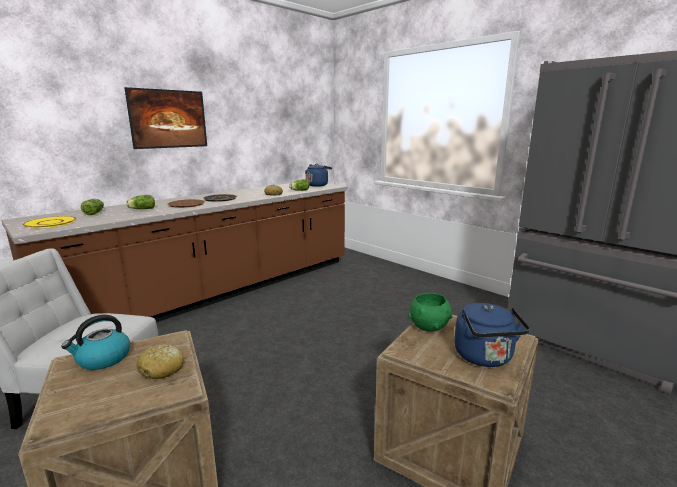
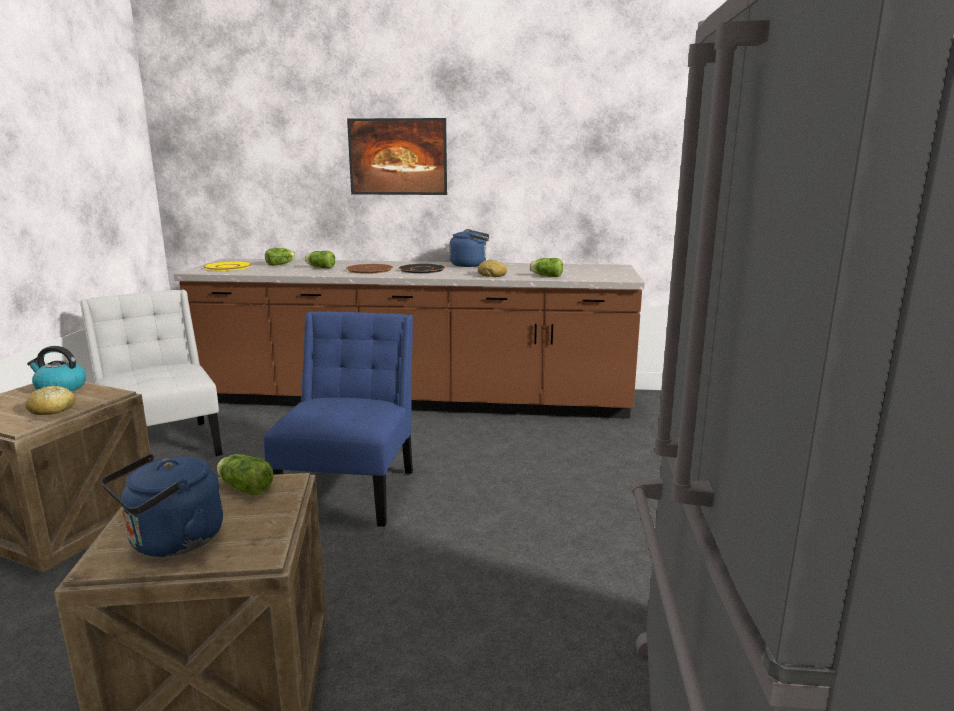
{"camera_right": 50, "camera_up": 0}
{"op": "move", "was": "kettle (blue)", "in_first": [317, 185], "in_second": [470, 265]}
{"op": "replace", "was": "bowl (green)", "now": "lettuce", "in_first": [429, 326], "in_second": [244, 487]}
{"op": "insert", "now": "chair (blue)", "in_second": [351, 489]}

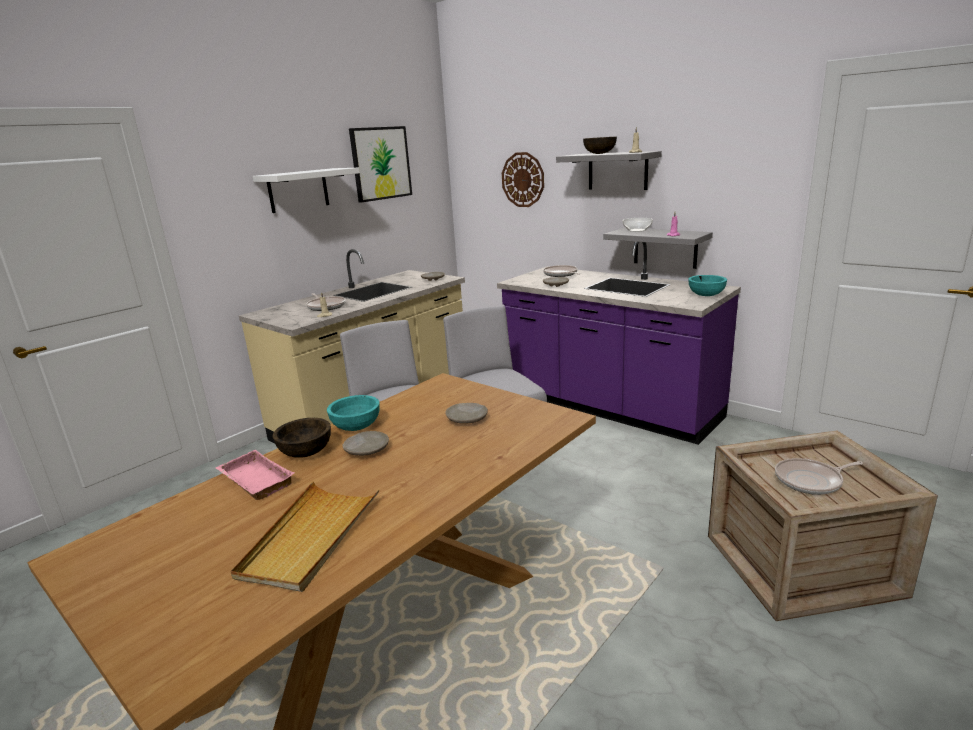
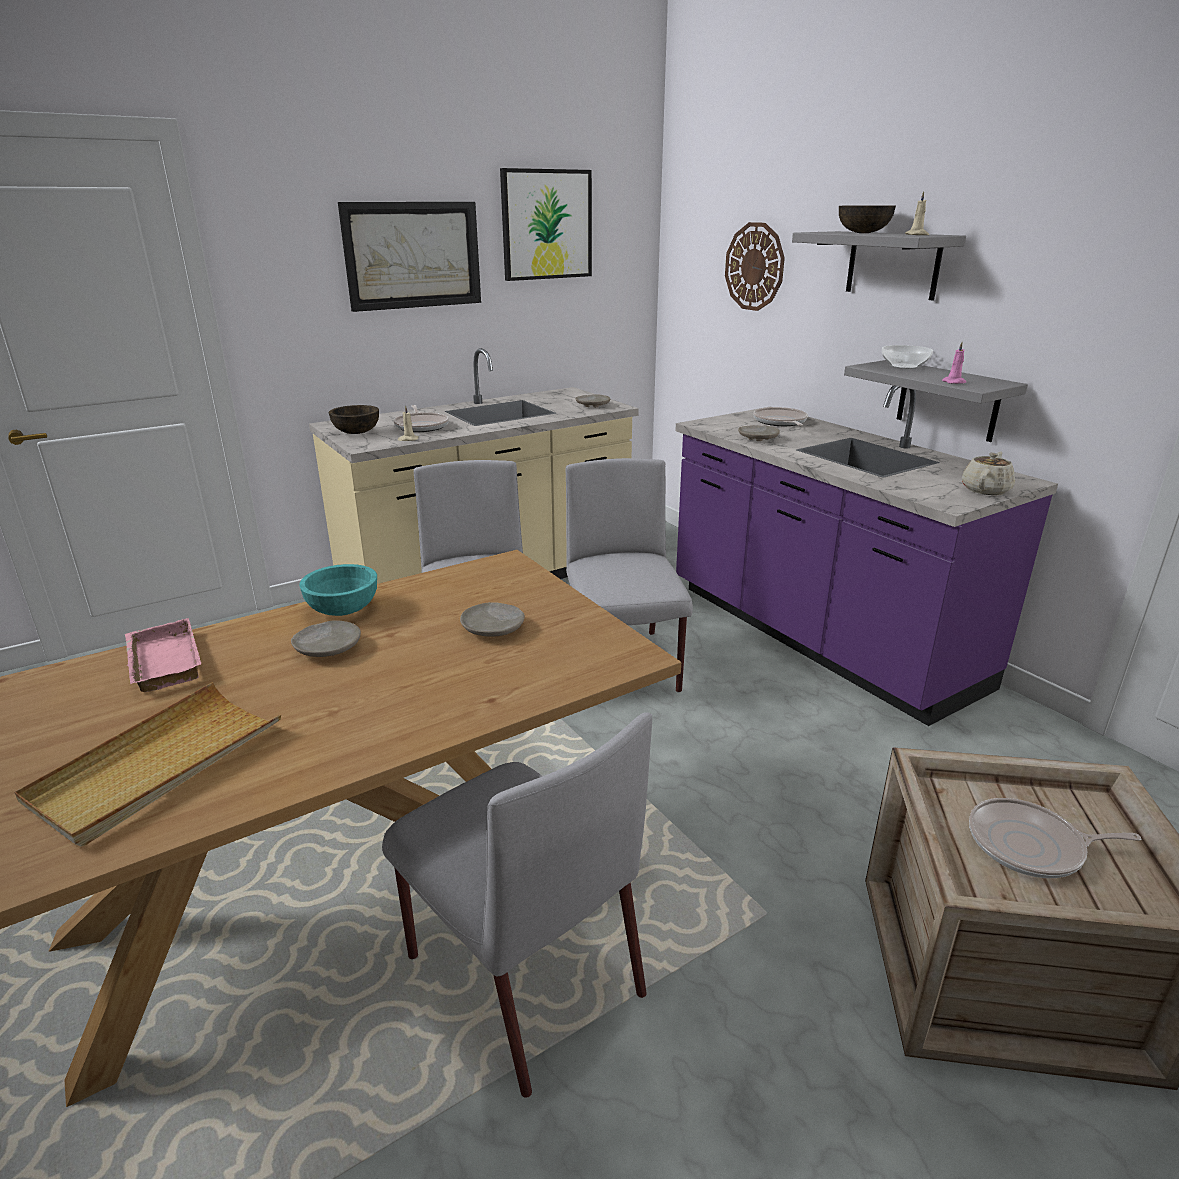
{"camera_right": 15, "camera_up": 5}
{"op": "replace", "was": "shelf (white)", "now": "picture", "in_first": [298, 190], "in_second": [413, 255]}
{"op": "replace", "was": "bowl (turquoise)", "now": "teapot (beige)", "in_first": [706, 295], "in_second": [986, 490]}
{"op": "move", "was": "bowl (brown)", "in_first": [306, 452], "in_second": [357, 432]}
{"op": "insert", "now": "chair (grey)", "in_second": [521, 972]}

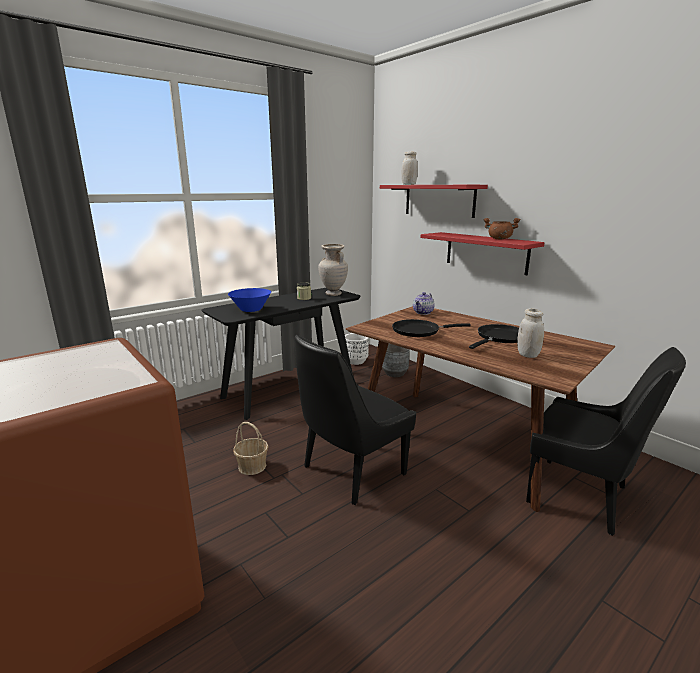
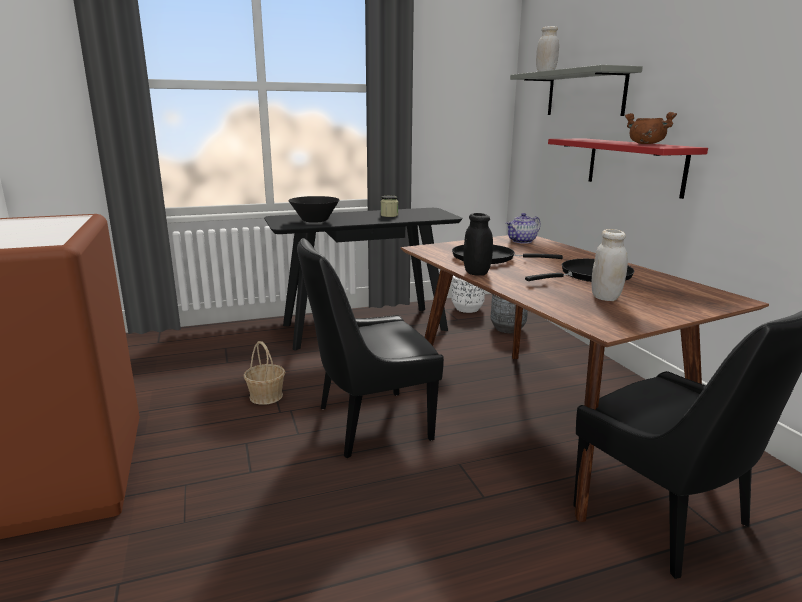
{"camera_right": 20, "camera_up": 0}
{"op": "recolor", "was": "shelf (red)", "now": "shelf (grey)", "in_first": [439, 200], "in_second": [585, 93]}
{"op": "delete", "was": "vase (beige)", "in_first": [333, 294]}
{"op": "recolor", "was": "bowl (blue)", "now": "bowl (black)", "in_first": [251, 310], "in_second": [314, 221]}
{"op": "insert", "now": "jar (black)", "in_second": [476, 273]}

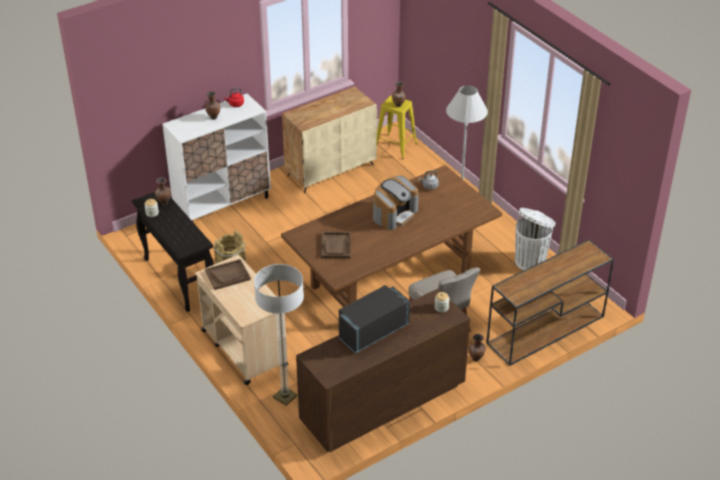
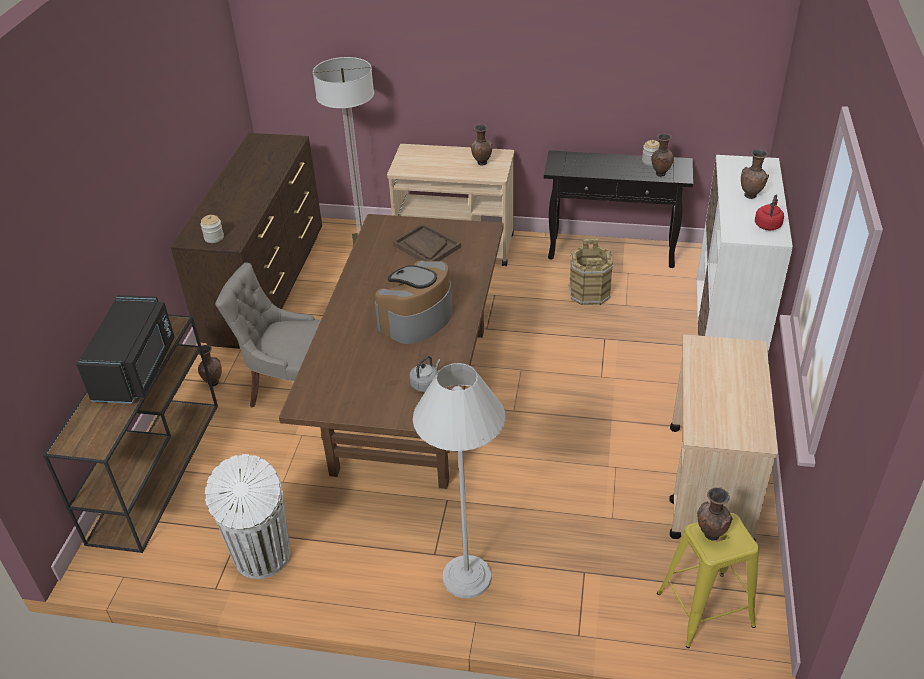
{"camera_right": 135, "camera_up": 0}
{"op": "replace", "was": "cabinet (beige)", "now": "cart (beige)", "in_first": [331, 170], "in_second": [709, 485]}
{"op": "rotate", "was": "coffee machine", "in_first": [394, 214], "in_second": [417, 319], "clockwise": 45}
{"op": "replace", "was": "tray (brown)", "now": "vase (brown)", "in_first": [228, 275], "in_second": [481, 163]}
{"op": "move", "was": "microwave (black)", "in_first": [372, 330], "in_second": [137, 369]}

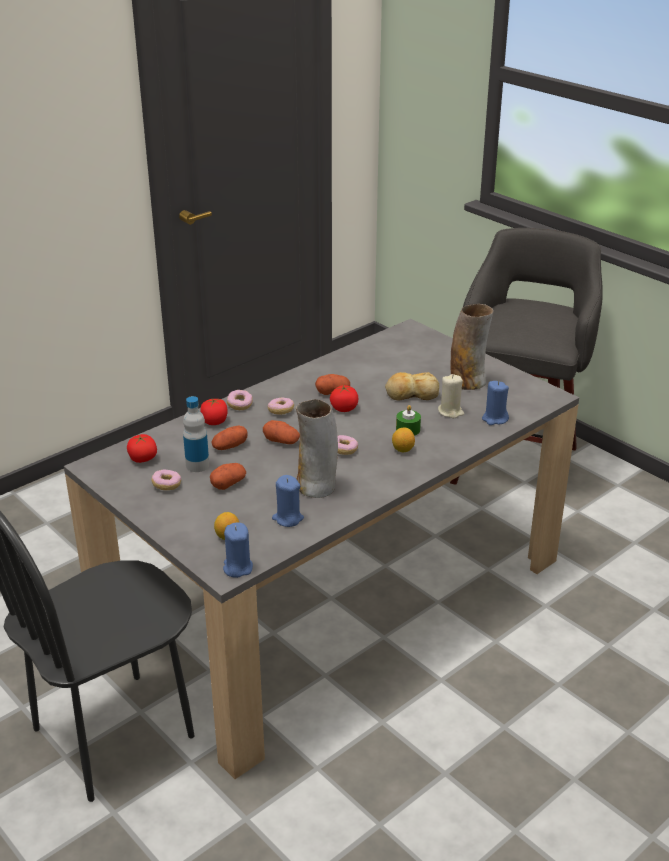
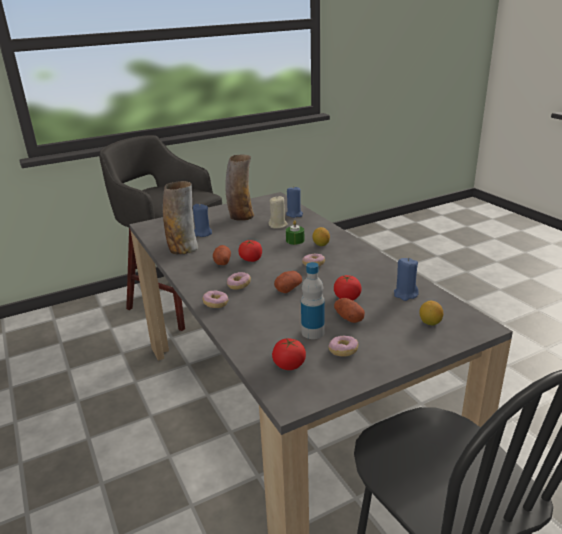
{"camera_right": -75, "camera_up": -5}
{"op": "delete", "was": "bread", "in_first": [411, 394]}
{"op": "move", "was": "tomato", "in_first": [214, 421], "in_second": [347, 297]}
{"op": "move", "was": "vase", "in_first": [317, 486], "in_second": [183, 248]}
{"op": "delete", "was": "potato", "in_first": [230, 446]}
{"op": "move", "was": "candle (blue)", "in_first": [237, 568], "in_second": [202, 233]}

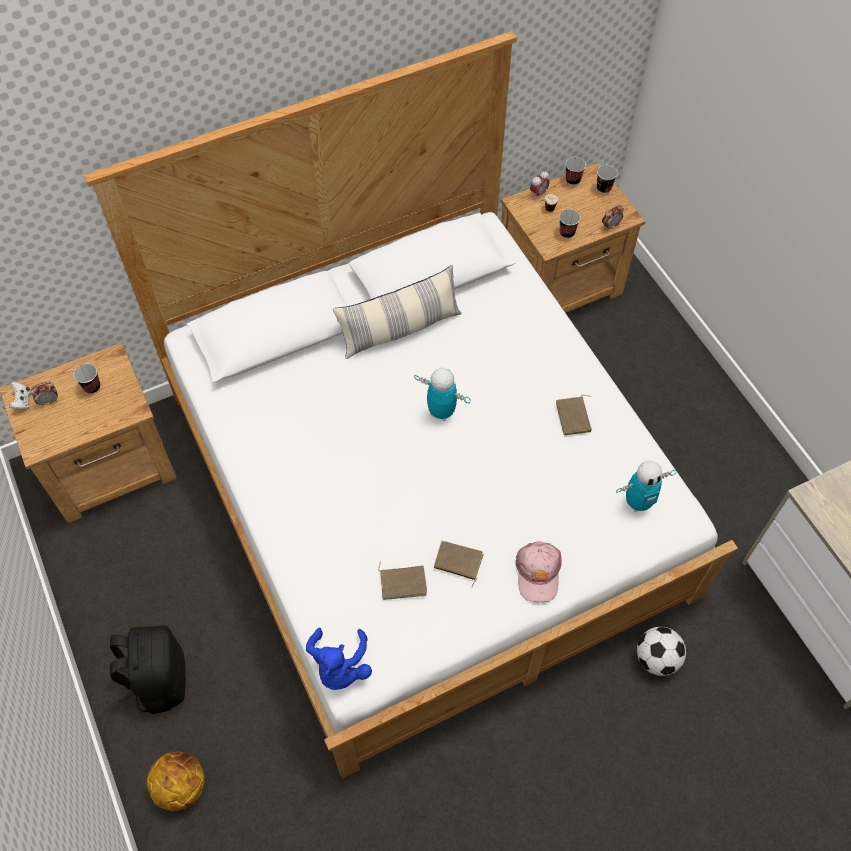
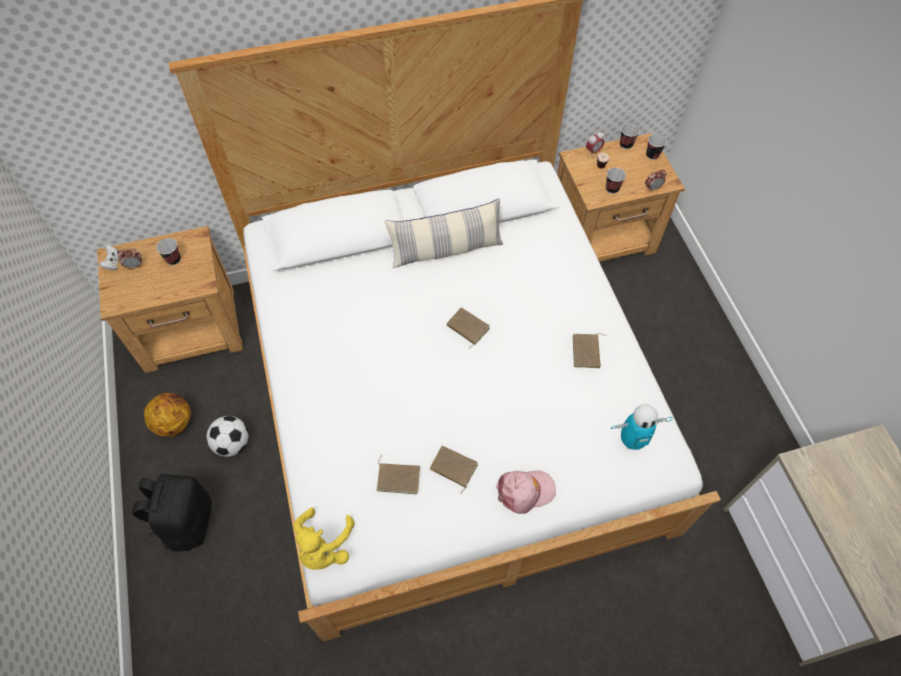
{"camera_right": 10, "camera_up": 0}
{"op": "replace", "was": "toy robot", "now": "book (brown)", "in_first": [441, 412], "in_second": [467, 328]}
{"op": "rotate", "was": "cap (pink)", "in_first": [538, 573], "in_second": [525, 491], "clockwise": -120}
{"op": "move", "was": "football", "in_first": [656, 658], "in_second": [232, 444]}
{"op": "recolor", "was": "plush toy (blue)", "now": "plush toy (yellow)", "in_first": [340, 667], "in_second": [324, 547]}
{"op": "move", "was": "basketball", "in_first": [181, 785], "in_second": [174, 422]}

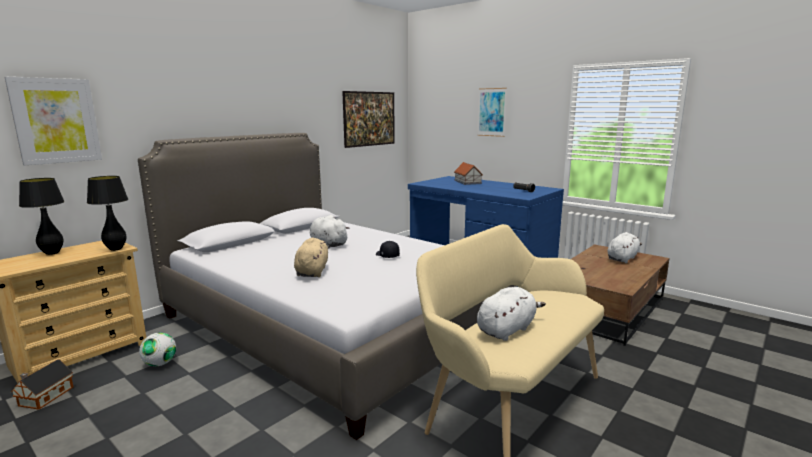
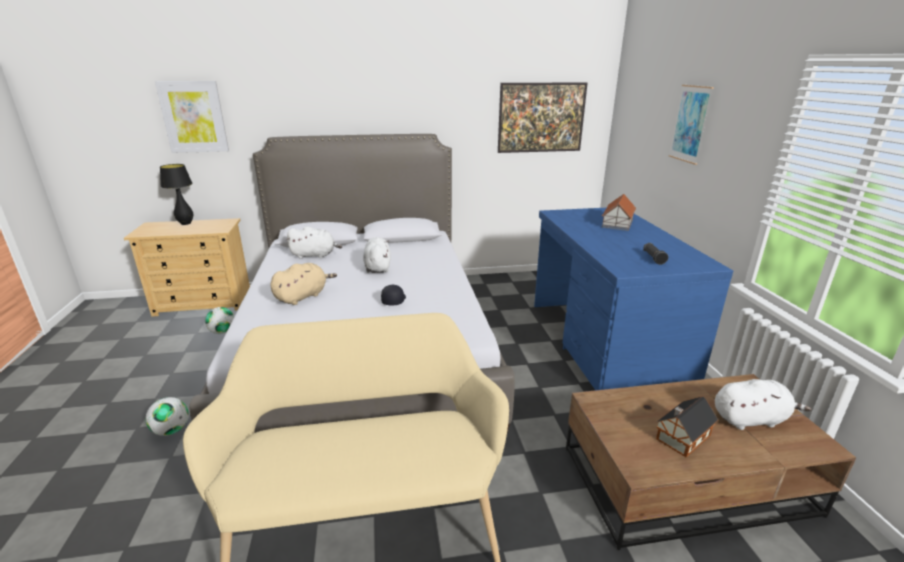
{"camera_right": 40, "camera_up": 10}
{"op": "delete", "was": "table lamp (black)", "in_first": [115, 249]}
{"op": "move", "was": "plush toy (white)", "in_first": [507, 329], "in_second": [315, 255]}
{"op": "move", "was": "toy house", "in_first": [44, 397], "in_second": [681, 438]}
{"op": "insert", "now": "football", "in_second": [171, 430]}

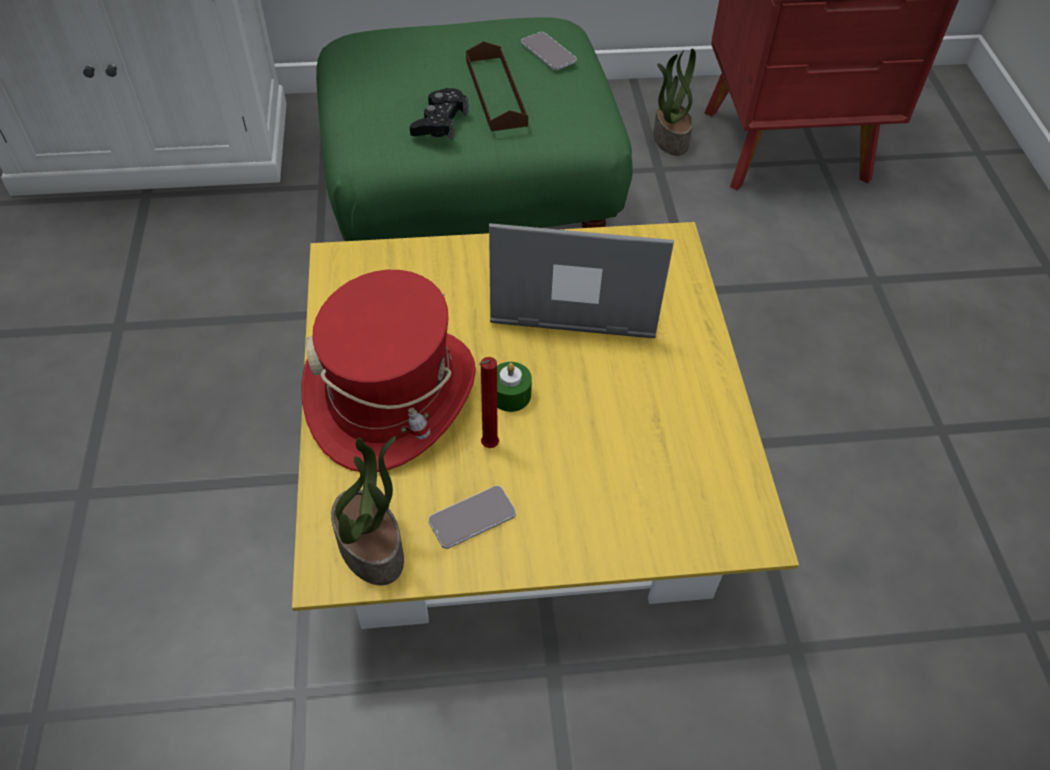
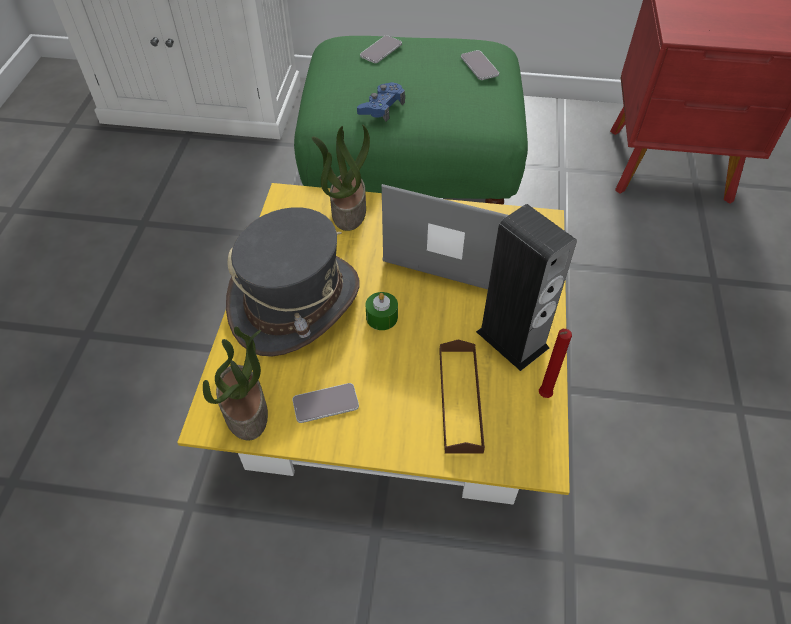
{"camera_right": 15, "camera_up": 0}
{"op": "move", "was": "tray (brown)", "in_first": [496, 92], "in_second": [460, 399]}
{"op": "move", "was": "potted plant", "in_first": [669, 138], "in_second": [348, 210]}
{"op": "recolor", "was": "game controller (black)", "now": "game controller (blue)", "in_first": [440, 122], "in_second": [381, 107]}
{"op": "recolor", "was": "hat (red)", "now": "hat (grey)", "in_first": [392, 396], "in_second": [295, 302]}
{"op": "move", "was": "candle (red)", "in_first": [488, 447], "in_second": [543, 396]}
{"op": "insert", "now": "phone", "in_second": [381, 50]}
{"op": "insert", "now": "speaker", "in_second": [512, 339]}

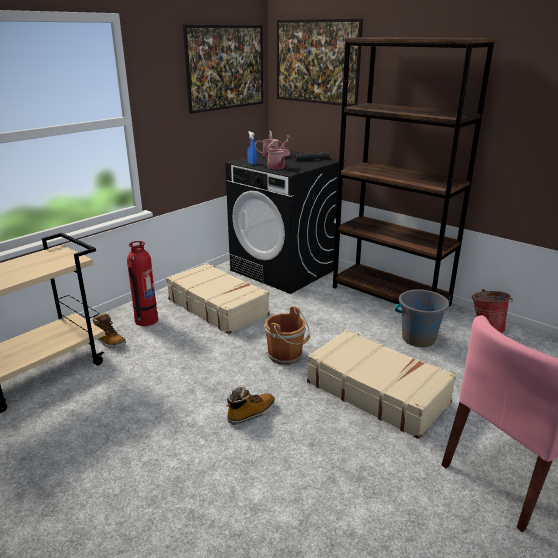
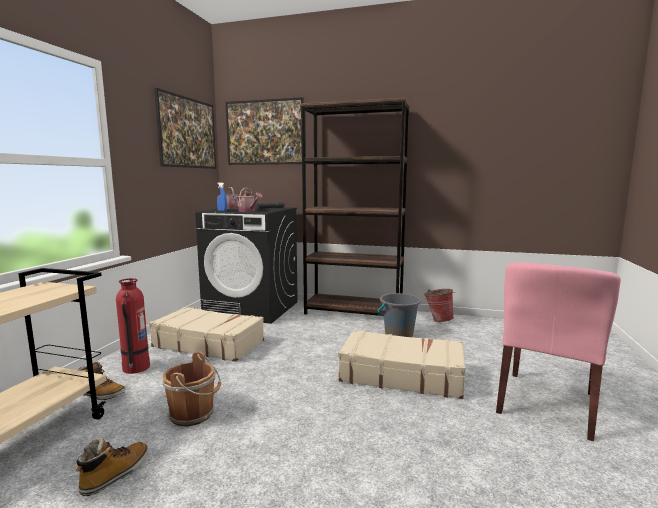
{"camera_right": -25, "camera_up": -15}
{"op": "move", "was": "bucket (brown)", "in_first": [286, 355], "in_second": [194, 414]}
{"op": "move", "was": "boot", "in_first": [251, 413], "in_second": [115, 474]}

